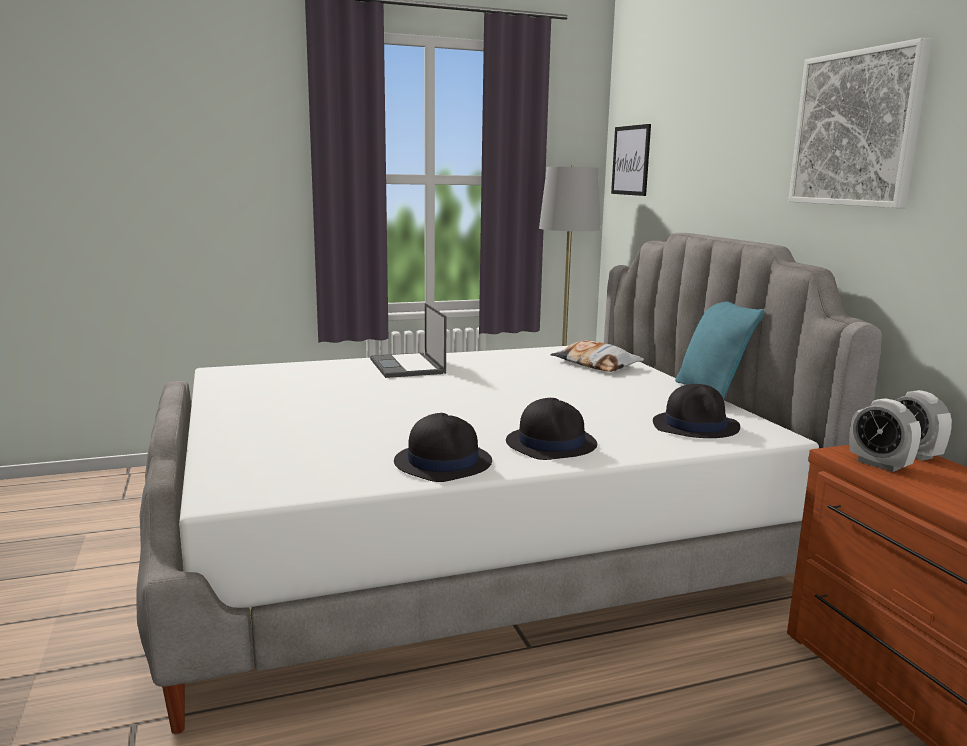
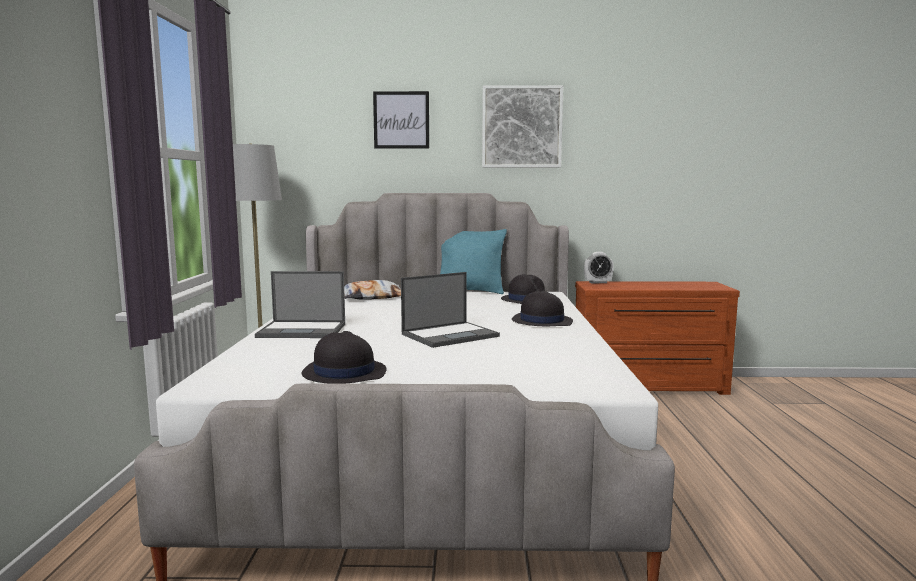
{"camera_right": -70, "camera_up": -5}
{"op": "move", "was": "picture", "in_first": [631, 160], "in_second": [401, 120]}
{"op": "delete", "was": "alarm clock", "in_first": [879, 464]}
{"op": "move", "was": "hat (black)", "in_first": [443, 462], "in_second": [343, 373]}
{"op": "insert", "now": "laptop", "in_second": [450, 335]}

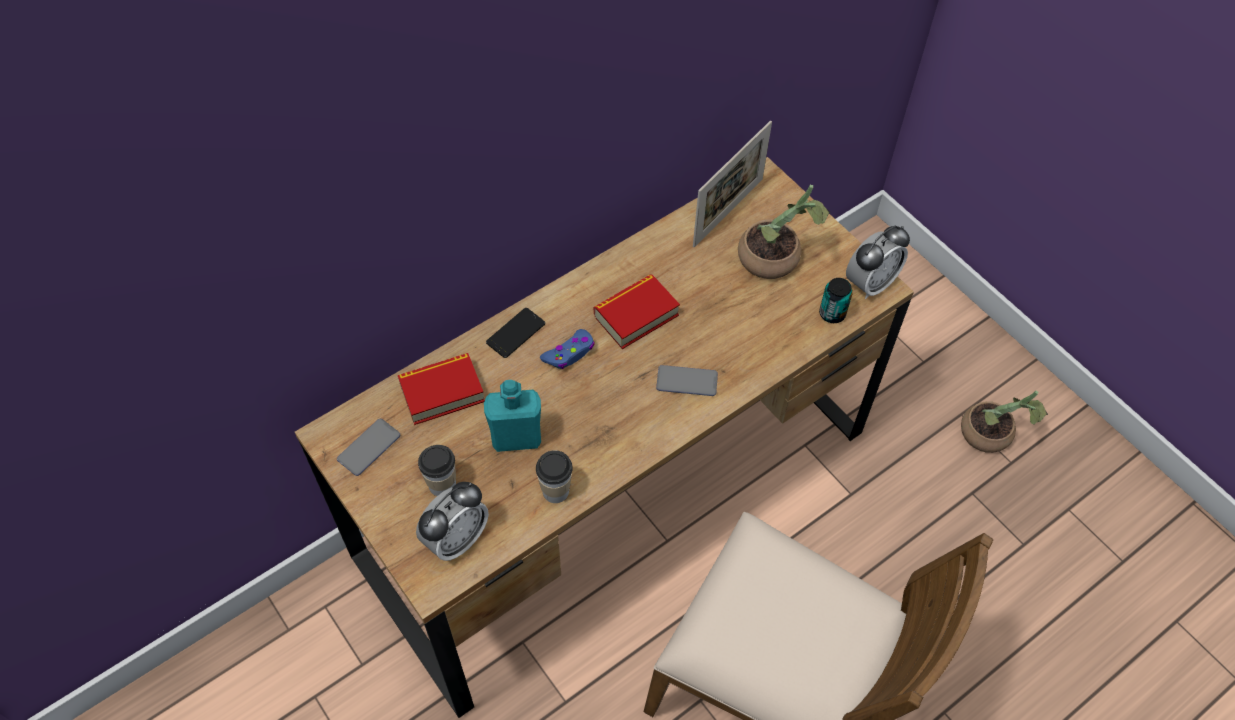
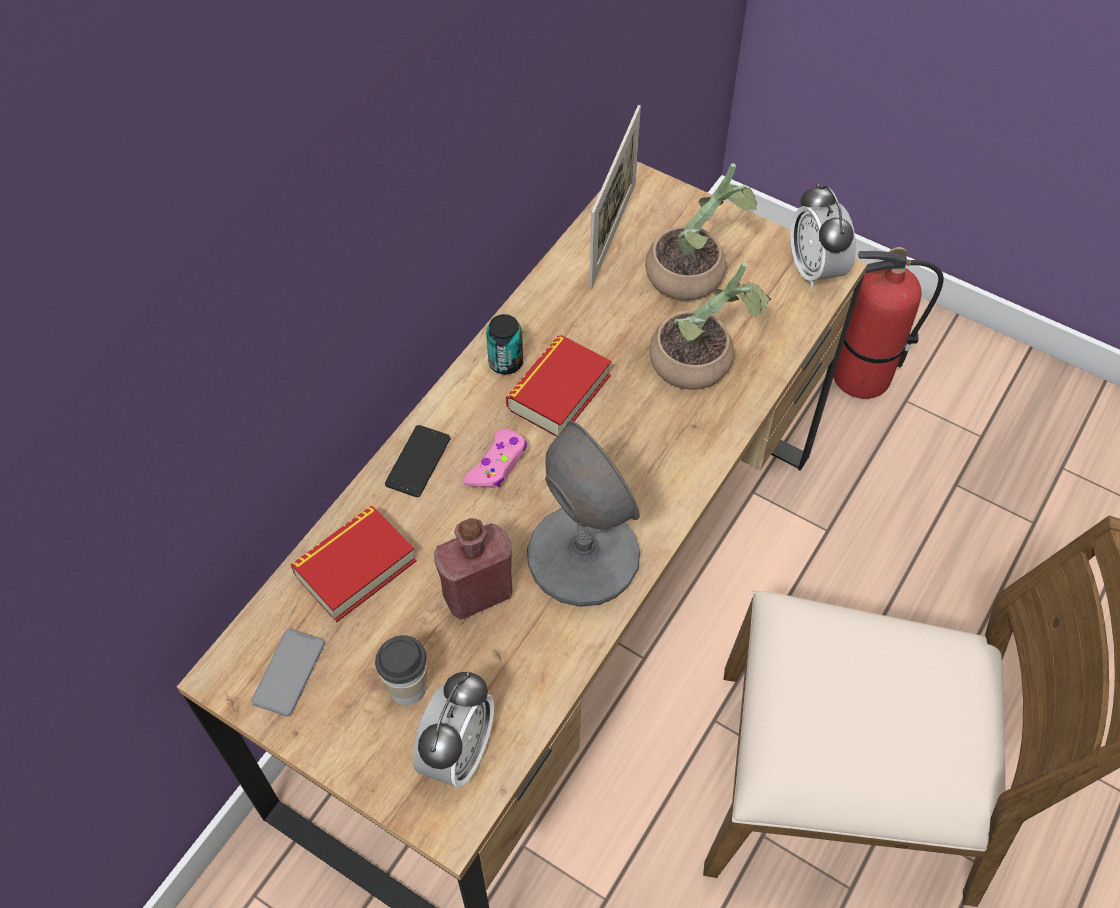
{"camera_right": -20, "camera_up": 0}
{"op": "rotate", "was": "alarm clock", "in_first": [870, 283], "in_second": [815, 269], "clockwise": 135}
{"op": "move", "was": "can", "in_first": [832, 314], "in_second": [506, 362]}
{"op": "recolor", "was": "game controller (blue)", "now": "game controller (pink)", "in_first": [569, 353], "in_second": [497, 465]}
{"op": "delete", "was": "phone", "in_first": [687, 381]}
{"op": "recolor", "was": "bottle (turquoise)", "now": "bottle (red)", "in_first": [516, 438], "in_second": [478, 594]}
{"op": "move", "was": "potted plant", "in_first": [992, 436], "in_second": [701, 363]}
{"op": "delete", "was": "cup", "in_first": [555, 491]}
{"op": "insert", "now": "fire extinguisher", "in_second": [861, 377]}
{"op": "insert", "now": "table lamp (grey)", "in_second": [582, 556]}

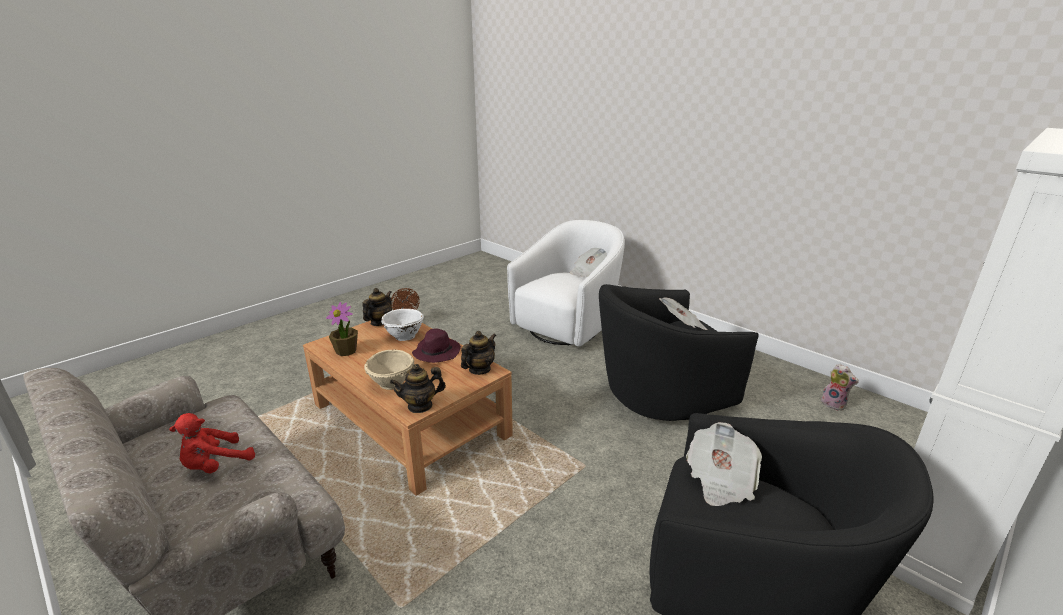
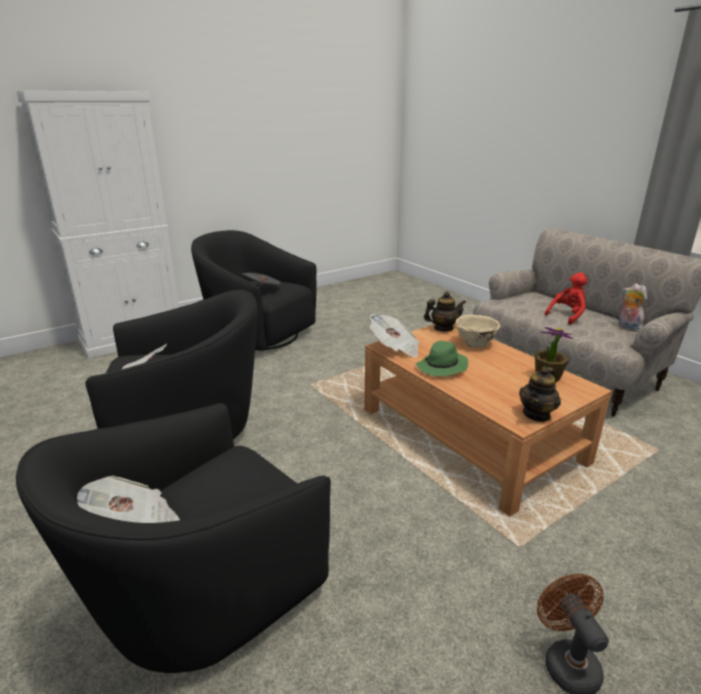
{"camera_right": -170, "camera_up": 0}
{"op": "recolor", "was": "armchair (white)", "now": "armchair (black)", "in_first": [568, 325], "in_second": [203, 595]}
{"op": "delete", "was": "bowl (white)", "in_first": [404, 336]}
{"op": "recolor", "was": "hat (purple)", "now": "hat (green)", "in_first": [436, 352], "in_second": [442, 367]}
{"op": "replace", "was": "teapot", "now": "newspaper", "in_first": [479, 369], "in_second": [395, 348]}
{"op": "move", "was": "plush toy", "in_first": [834, 404], "in_second": [627, 328]}

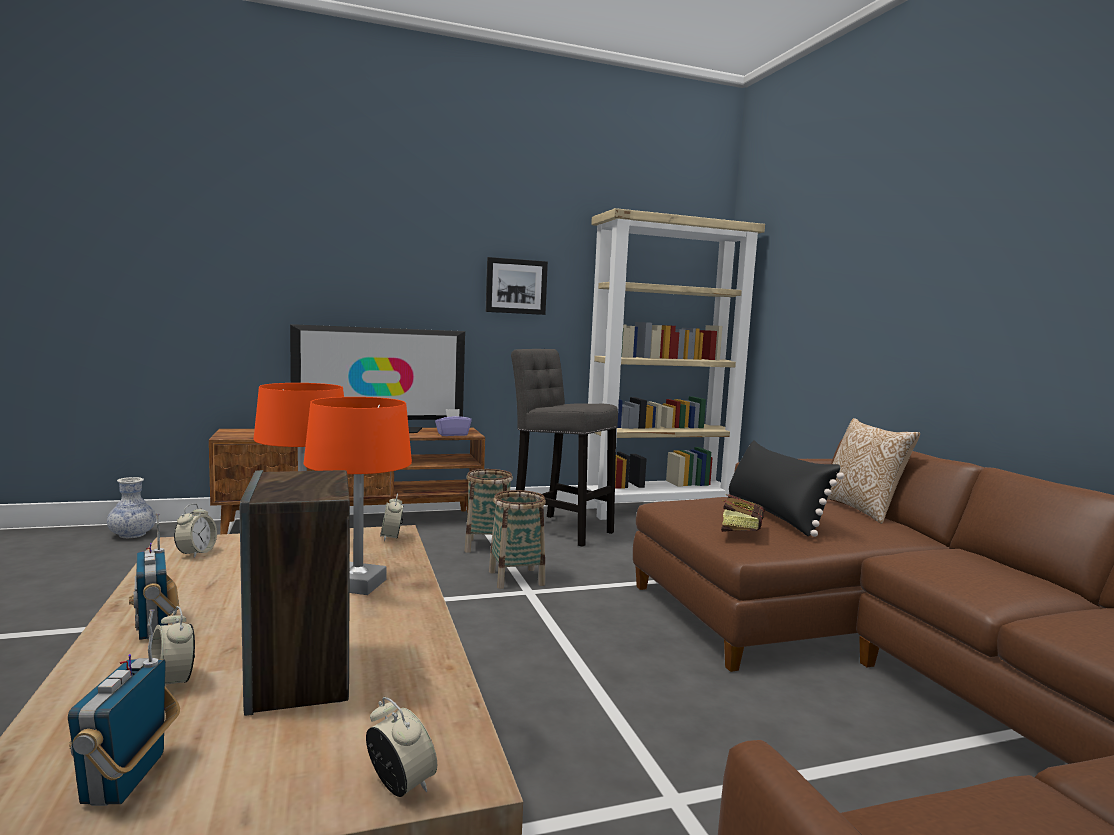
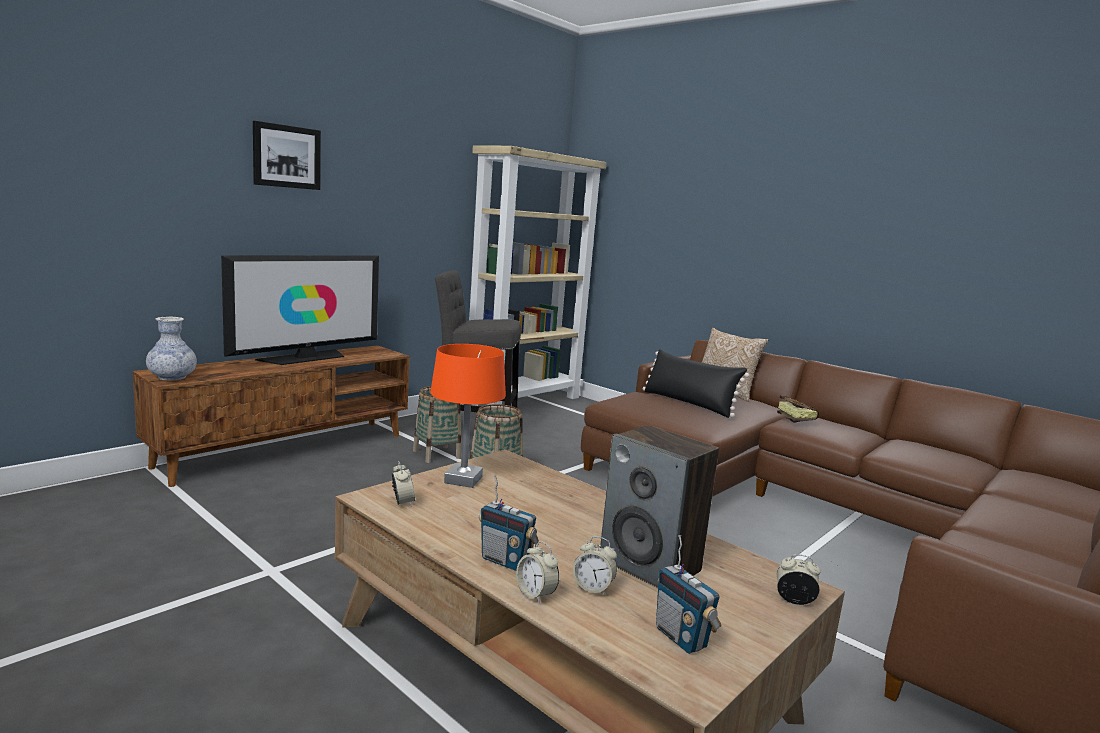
{"camera_right": -30, "camera_up": 5}
{"op": "move", "was": "picture", "in_first": [516, 286], "in_second": [286, 156]}
{"op": "delete", "was": "table lamp (orange)", "in_first": [357, 585]}
{"op": "delete", "was": "tissue box (purple)", "in_first": [452, 434]}
{"op": "move", "was": "vase", "in_first": [132, 535], "in_second": [172, 377]}
{"op": "move", "was": "alarm clock", "in_first": [391, 537], "in_second": [535, 594]}
{"op": "move", "was": "book", "in_first": [741, 530], "in_second": [793, 419]}

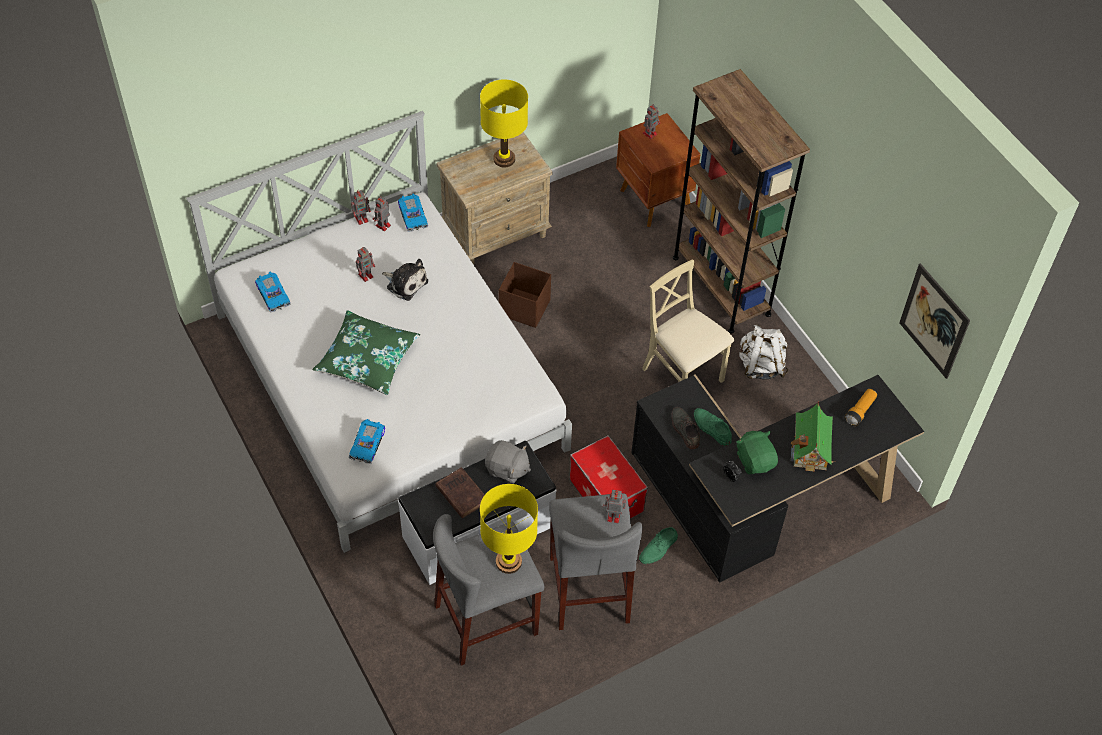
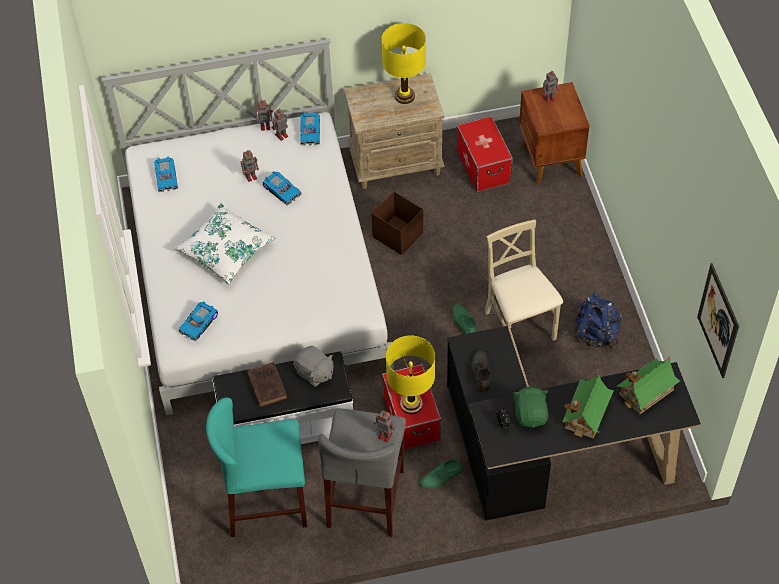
{"camera_right": 20, "camera_up": 0}
{"op": "delete", "was": "bookcase (brown)", "in_first": [721, 285]}
{"op": "replace", "was": "plush toy", "now": "toy car", "in_first": [405, 283], "in_second": [282, 190]}
{"op": "recolor", "was": "pillow (green)", "now": "pillow (white)", "in_first": [367, 359], "in_second": [225, 250]}
{"op": "recolor", "was": "backpack (white)", "now": "backpack (blue)", "in_first": [760, 366], "in_second": [595, 333]}
{"op": "replace", "was": "flashlight", "now": "toy house", "in_first": [860, 411], "in_second": [646, 392]}
{"op": "move", "was": "shoe (green)", "in_first": [711, 428], "in_second": [464, 322]}
{"op": "move", "was": "table lamp (yellow)", "in_first": [509, 561], "in_second": [411, 404]}
{"op": "recolor", "was": "stool (grey)", "now": "stool (turquoise)", "in_first": [486, 620], "in_second": [267, 503]}
{"op": "insert", "now": "storage box", "in_second": [483, 166]}

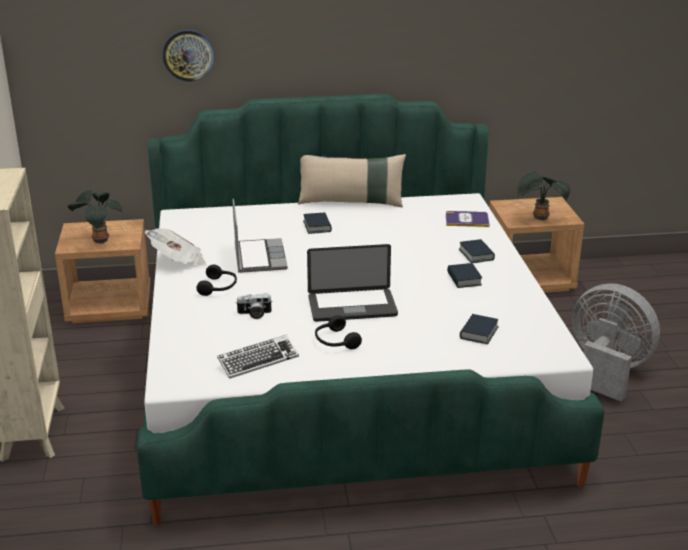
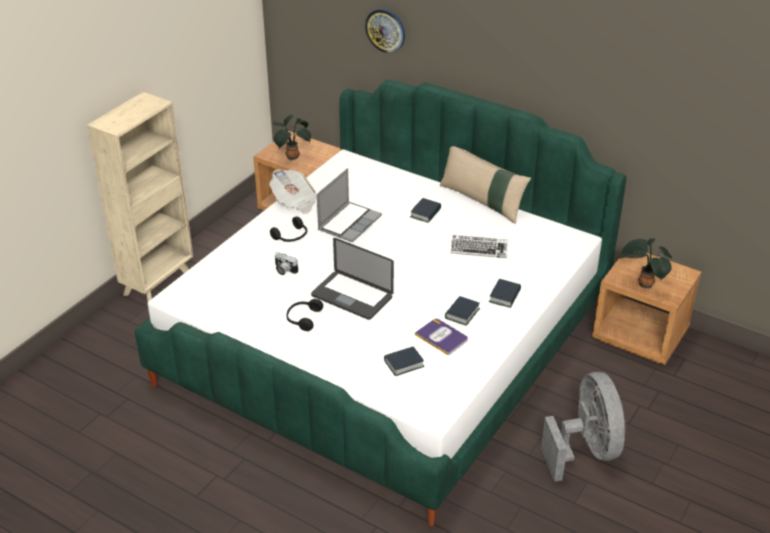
{"camera_right": 40, "camera_up": 10}
{"op": "move", "was": "book", "in_first": [467, 220], "in_second": [441, 337]}
{"op": "move", "was": "keyboard", "in_first": [258, 361], "in_second": [479, 249]}

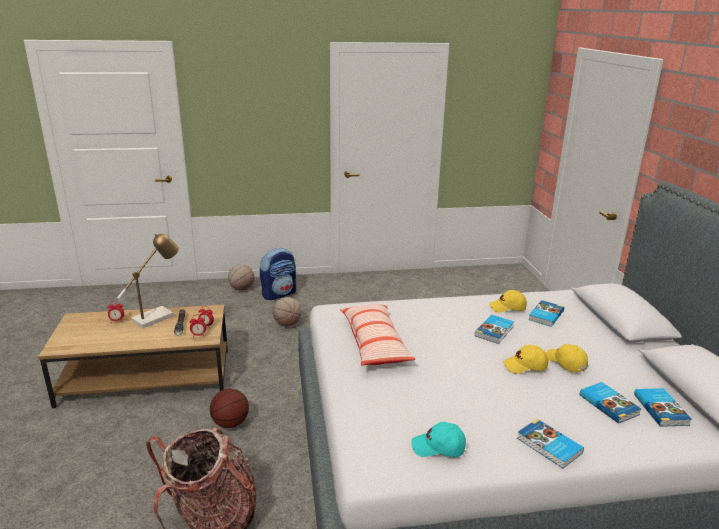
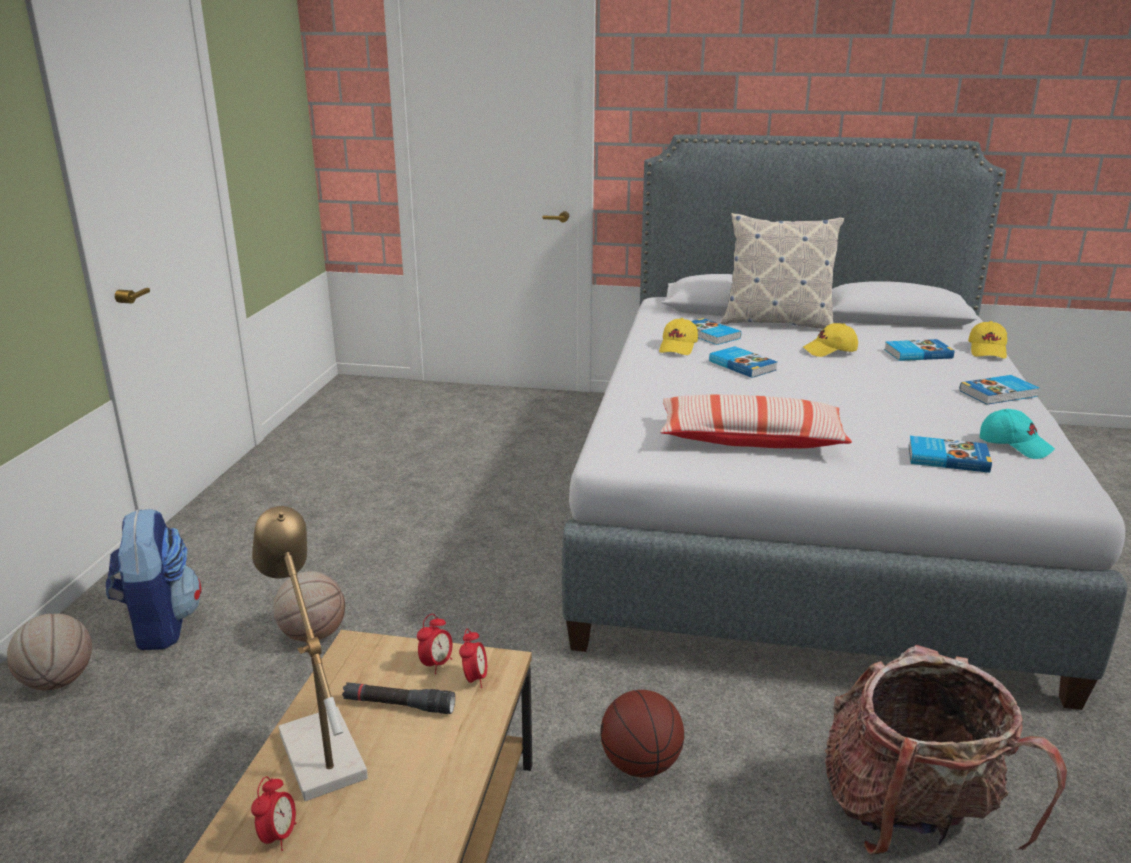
{"camera_right": -70, "camera_up": 0}
{"op": "move", "was": "cap (yellow)", "in_first": [525, 366], "in_second": [987, 351]}
{"op": "move", "was": "book", "in_first": [661, 409], "in_second": [947, 458]}
{"op": "rotate", "was": "cap (turquoise)", "in_first": [438, 448], "in_second": [1014, 445], "clockwise": -75}
{"op": "insert", "now": "pillow", "in_second": [776, 322]}

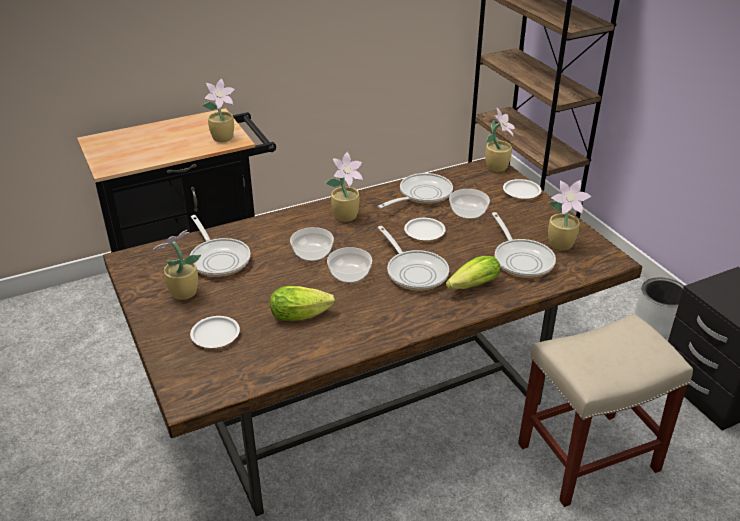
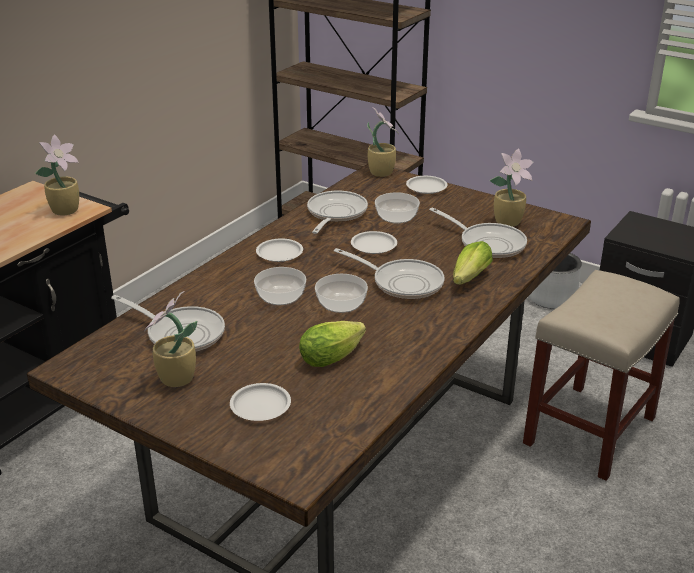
{"camera_right": -30, "camera_up": -5}
{"op": "replace", "was": "potted plant", "now": "plate (white)", "in_first": [347, 216], "in_second": [279, 253]}

